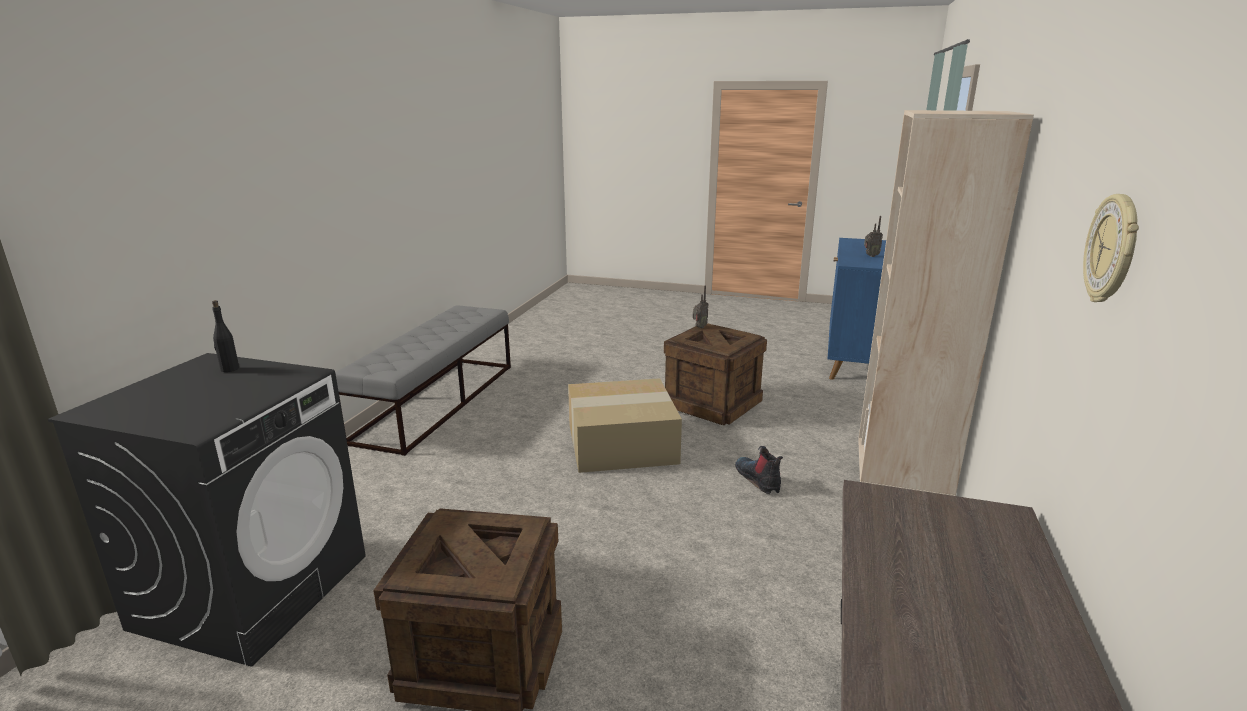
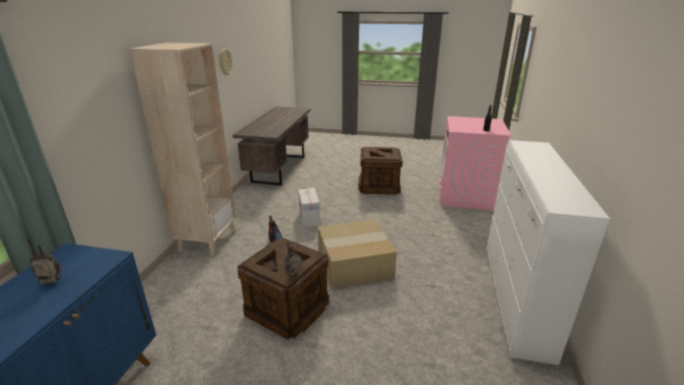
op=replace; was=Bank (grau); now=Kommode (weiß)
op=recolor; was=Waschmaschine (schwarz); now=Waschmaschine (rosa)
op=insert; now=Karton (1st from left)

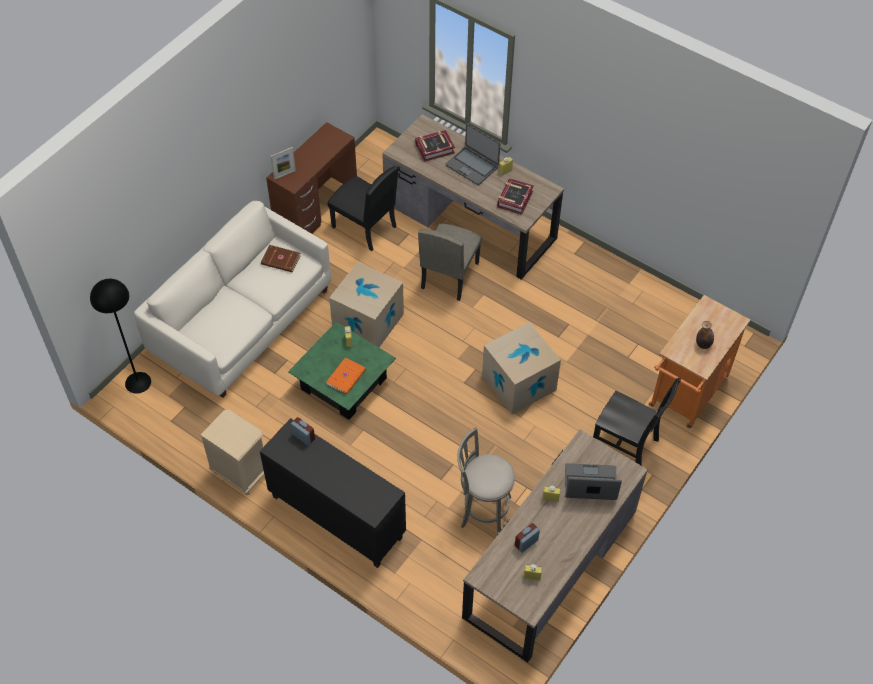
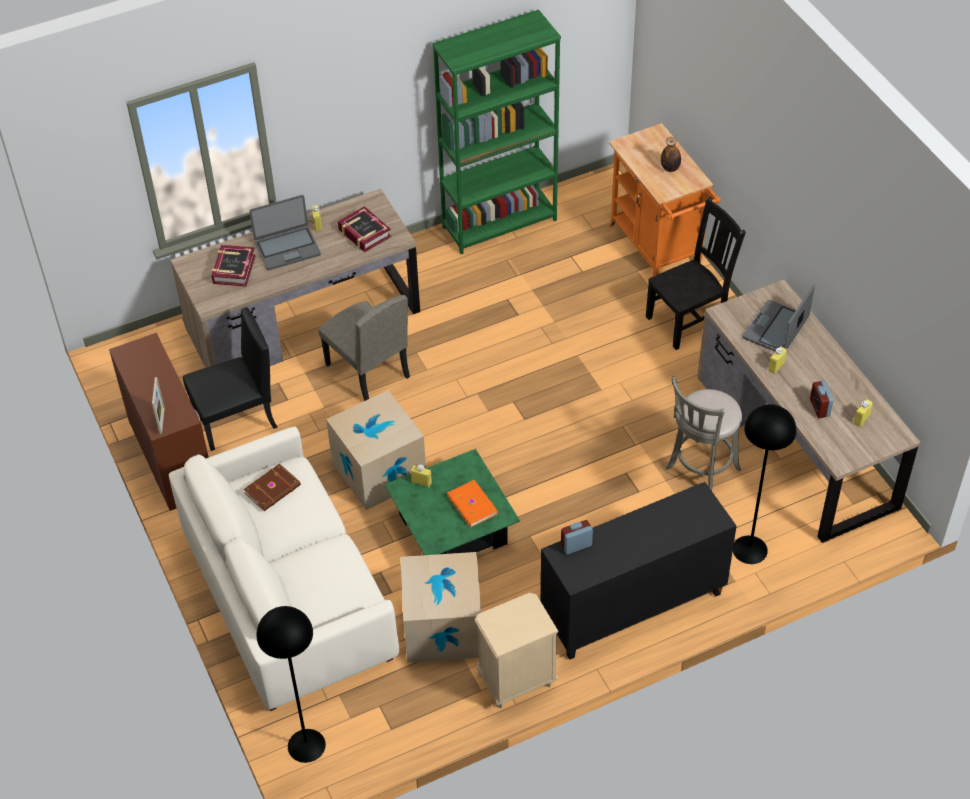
op=move; was=Karton (2nd from left)
op=insert; now=Bücherregal (grün)
op=insert; now=Stehlampe (schwarz) (2nd from left)

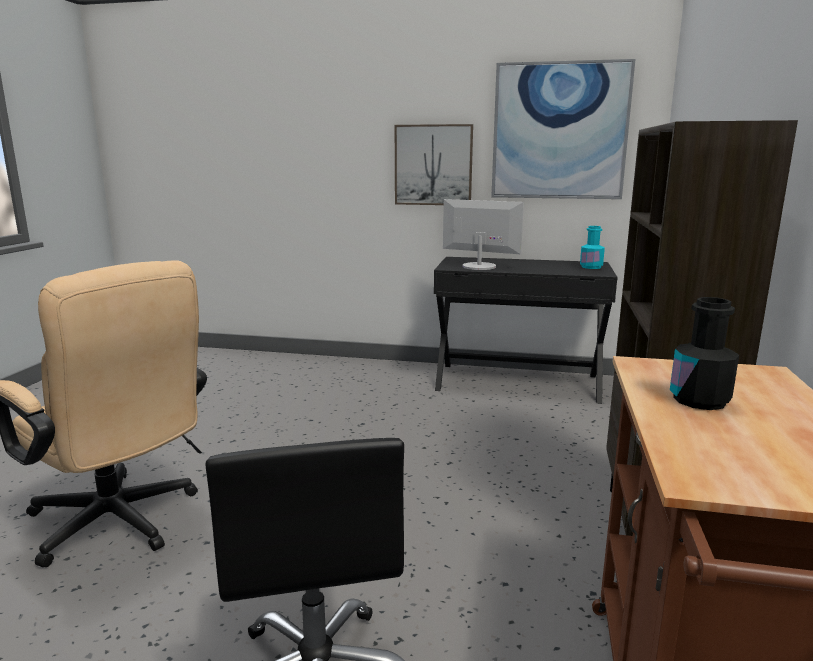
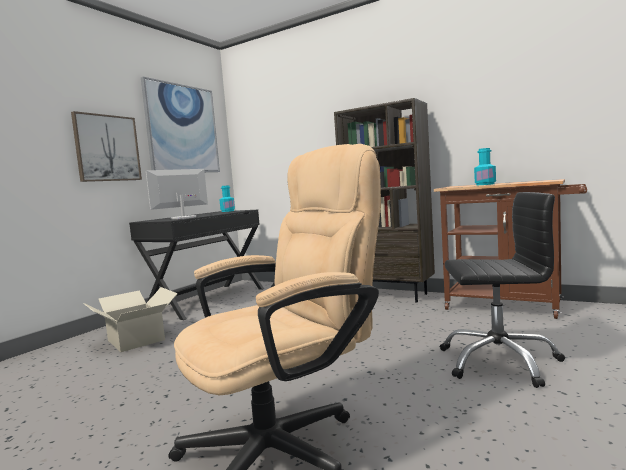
op=recolor; was=Flasche (schwarz); now=Flasche (türkis) (2nd from left)
op=insert; now=Karton

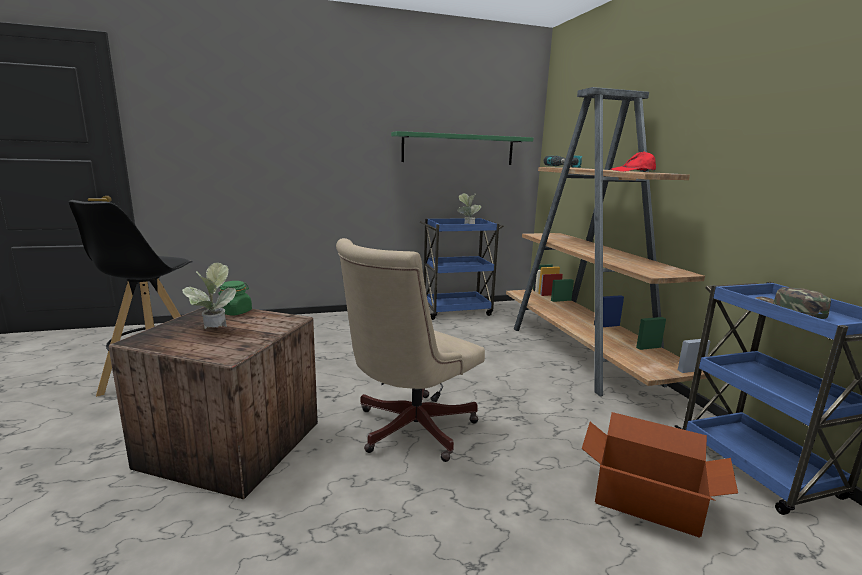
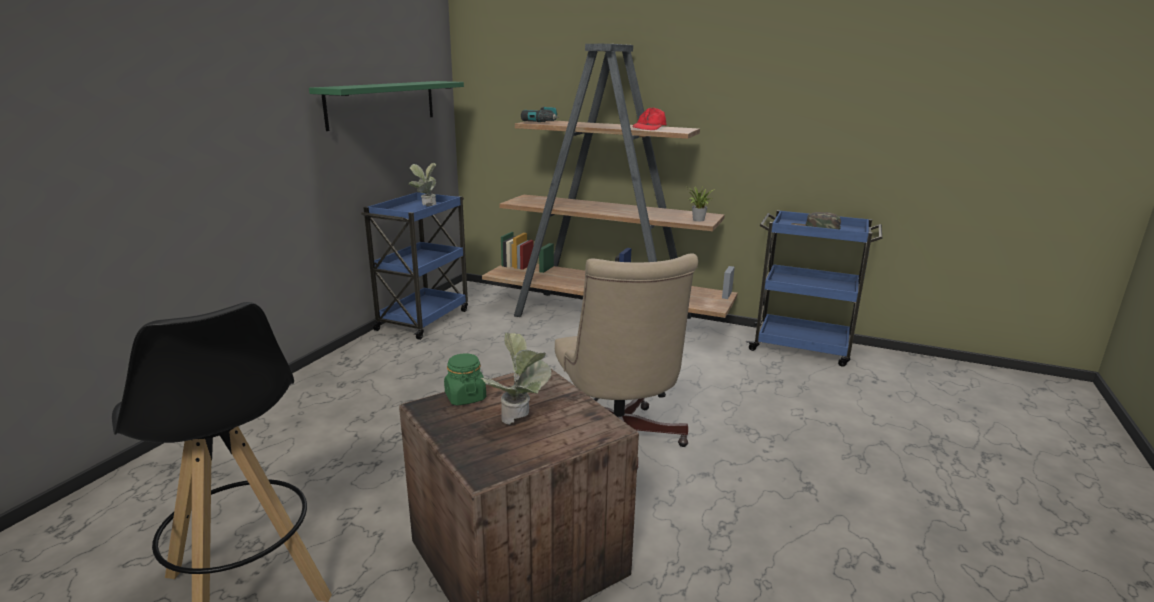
op=delete; was=Karton
op=insert; now=Topfpflanze (3rd from left)

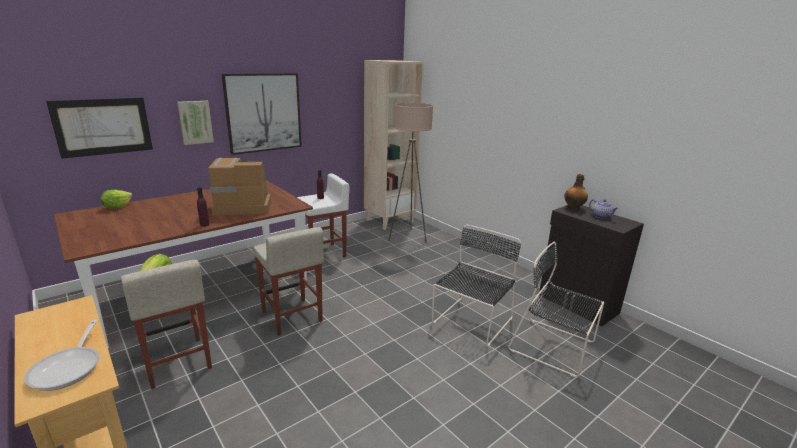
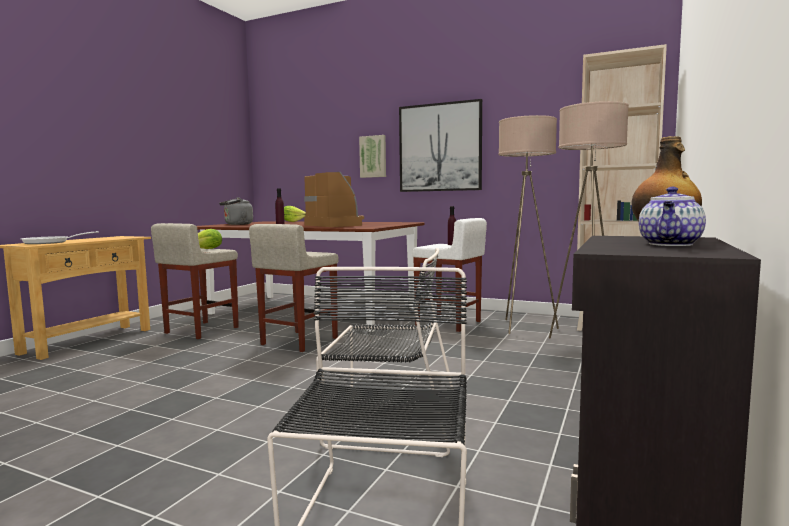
op=delete; was=Bild (1st from left)
op=insert; now=Stehlampe (beige) (1st from left)
op=insert; now=Wasserkessel (grau)

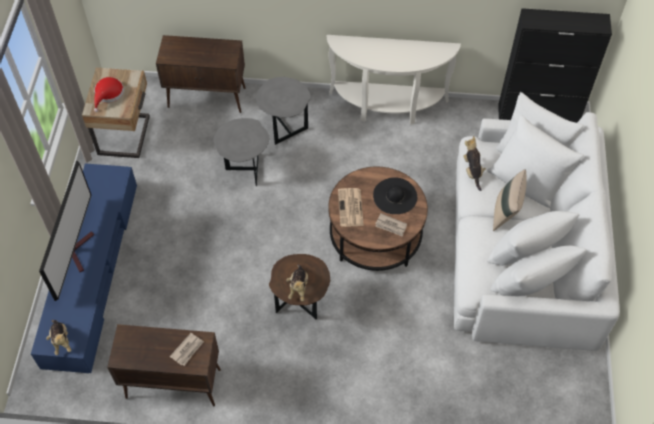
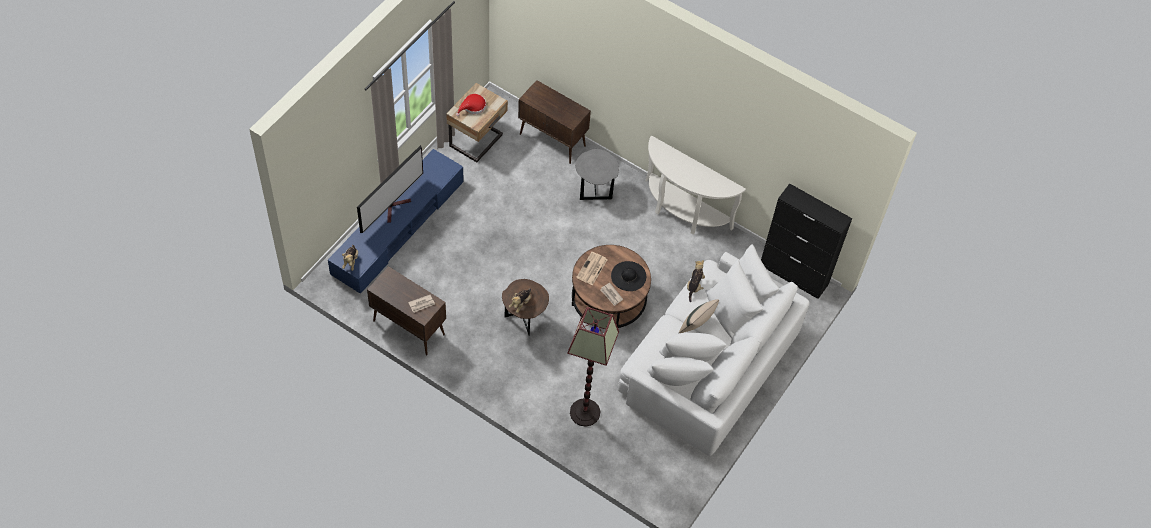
op=delete; was=Beistelltisch (grau) (1st from left)
op=insert; now=Stehlampe

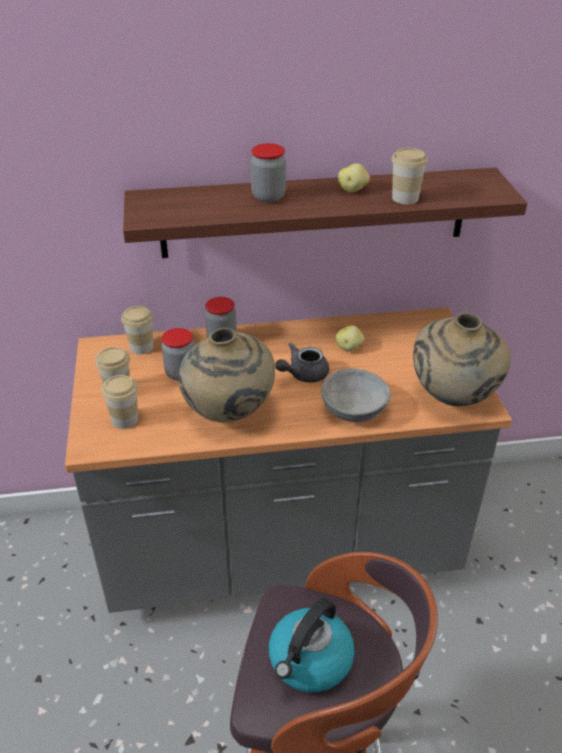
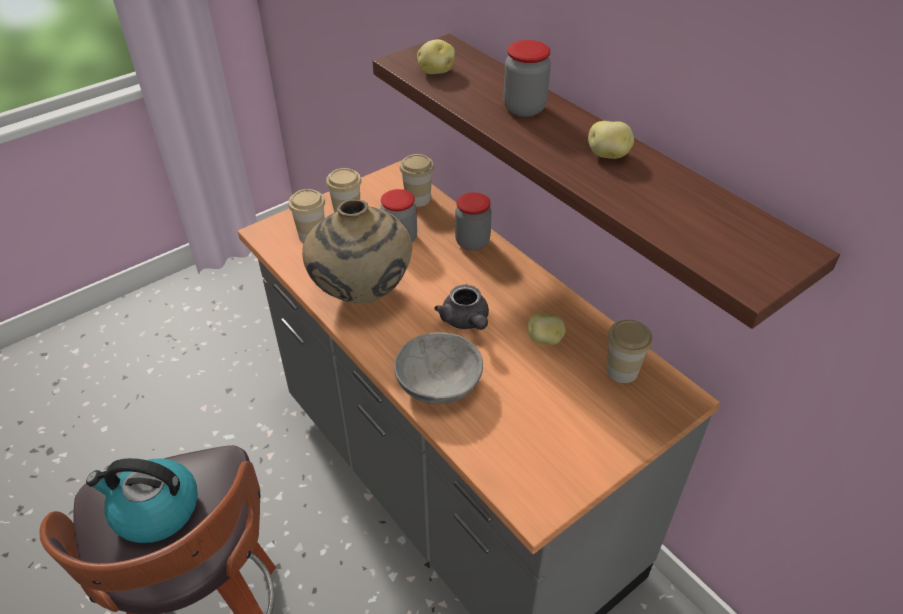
op=move; was=Tasse (4th from left)
op=delete; was=Vase (beige) (2nd from left)
op=rotate; was=Teekanne (grau); clockwise=-135
op=insert; now=Kartoffel (1st from left)

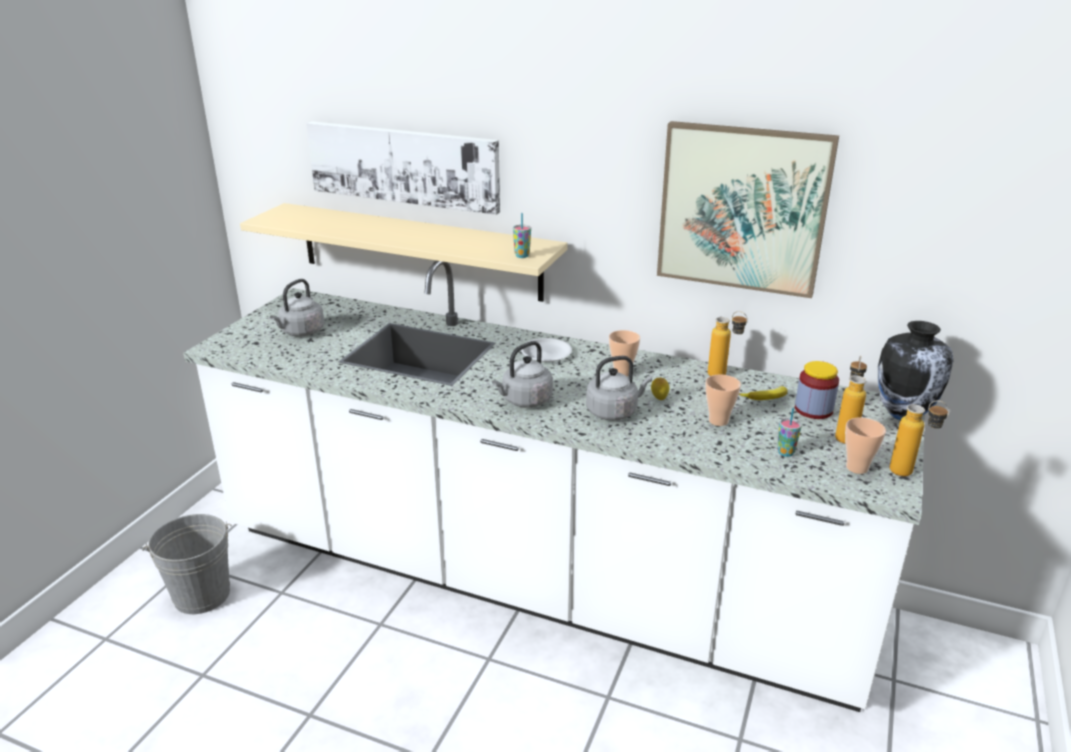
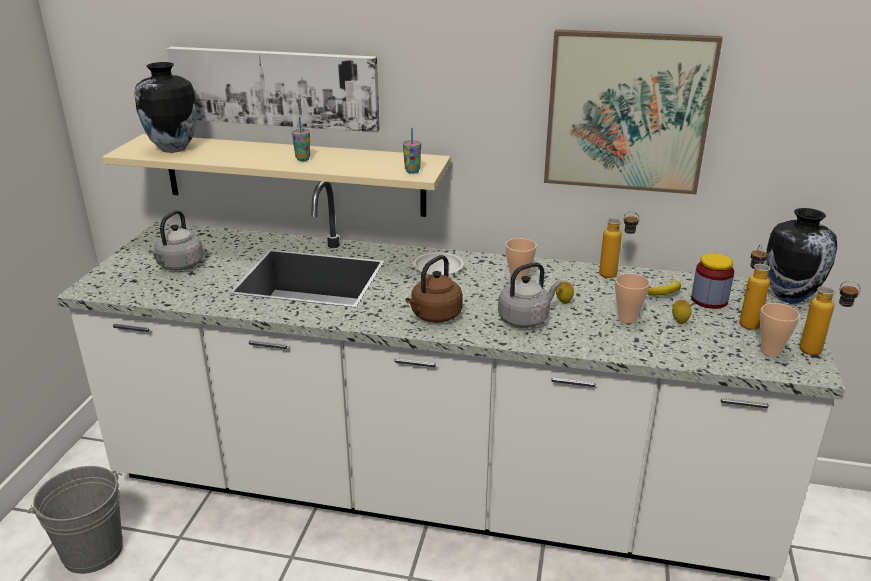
op=recolor; was=Wasserkessel (grau) (2nd from left); now=Wasserkessel (braun)
op=move; was=Tasse (4th from left in the first image); now=Tasse (1st from left)
op=insert; now=Vase (1st from left)
op=insert; now=Zitrone (2nd from left)

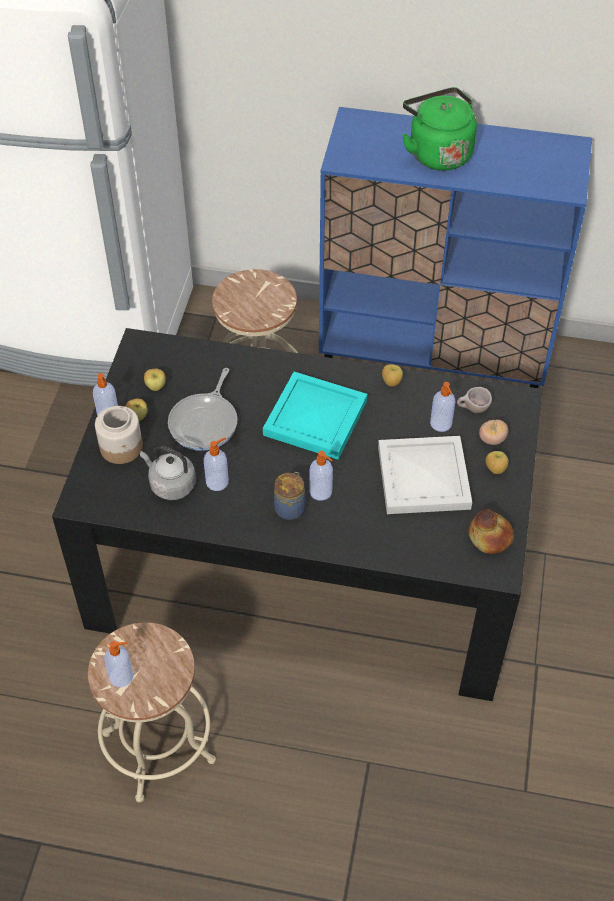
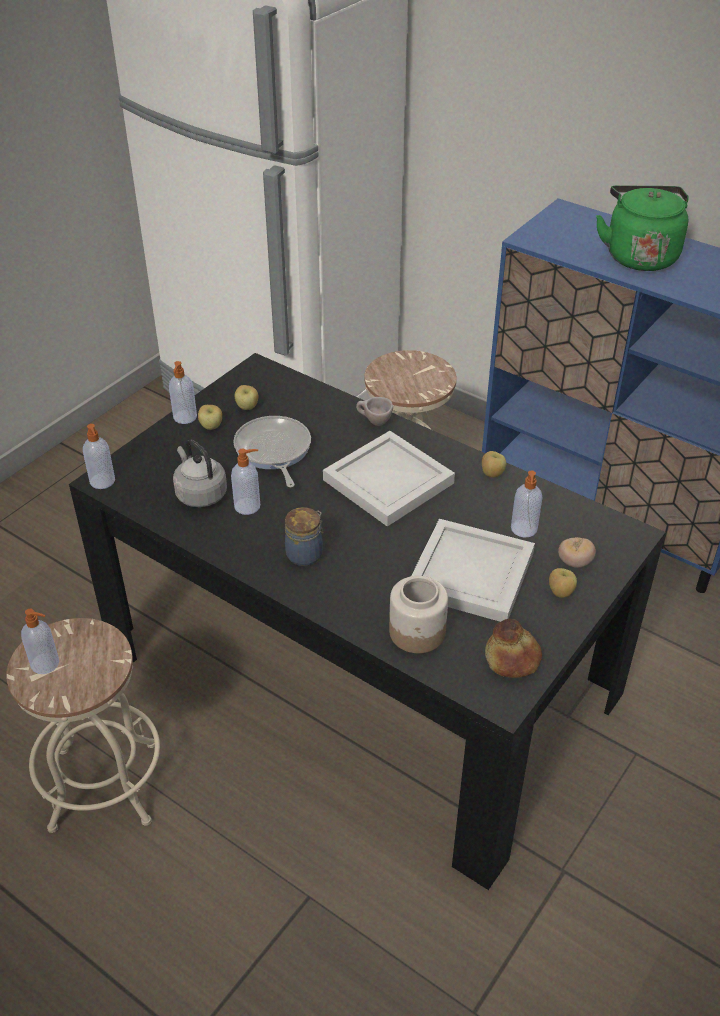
op=rotate; was=Pfanne; clockwise=120
op=recolor; was=Tablett (türkis); now=Tablett (weiß) (1st from left)
op=move; was=Tasse (beige)
op=move; was=Vorratsglas (1st from left in the first image); now=Vorratsglas (2nd from left)
op=move; was=Seifenspender (4th from left in the first image); now=Seifenspender (2nd from left)

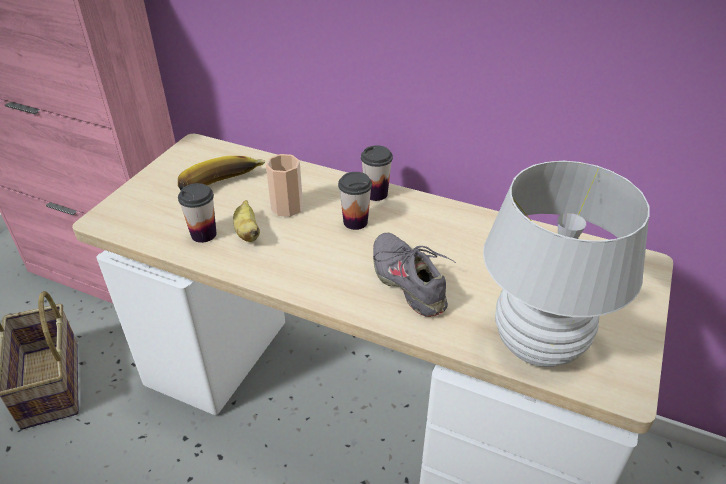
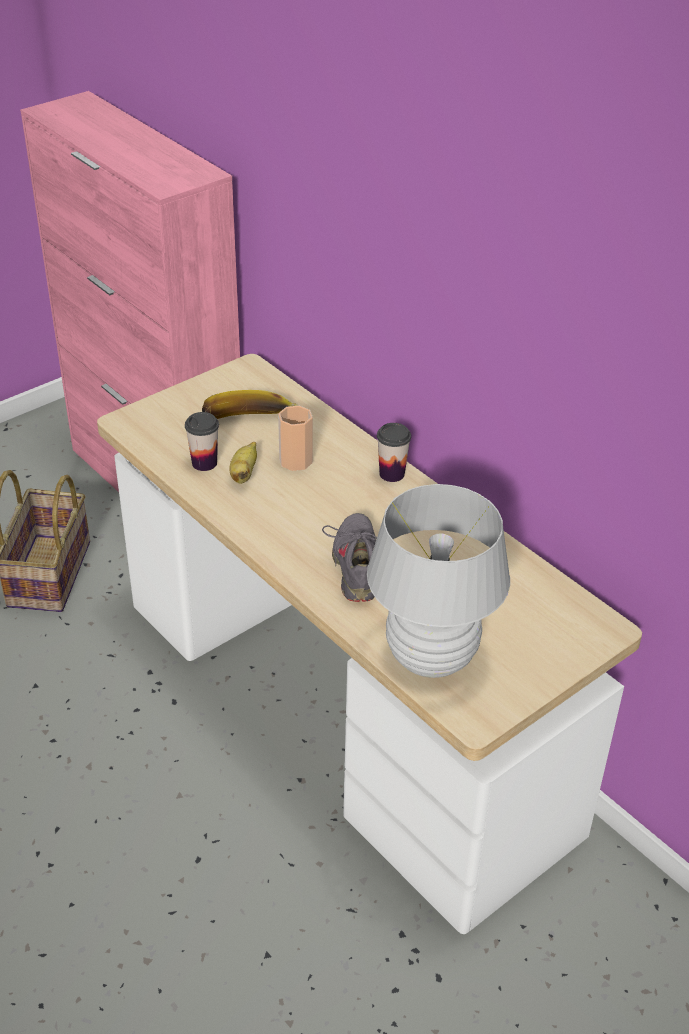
op=delete; was=Tasse (3rd from left)

